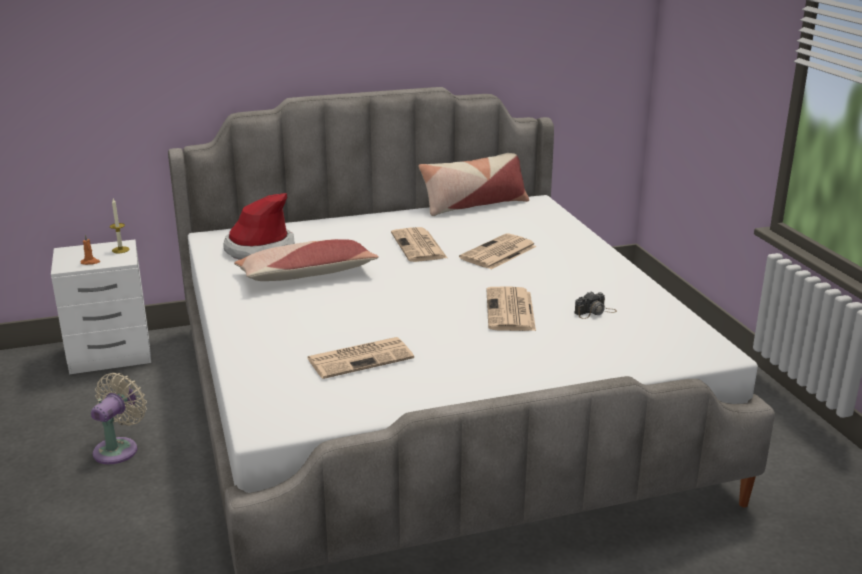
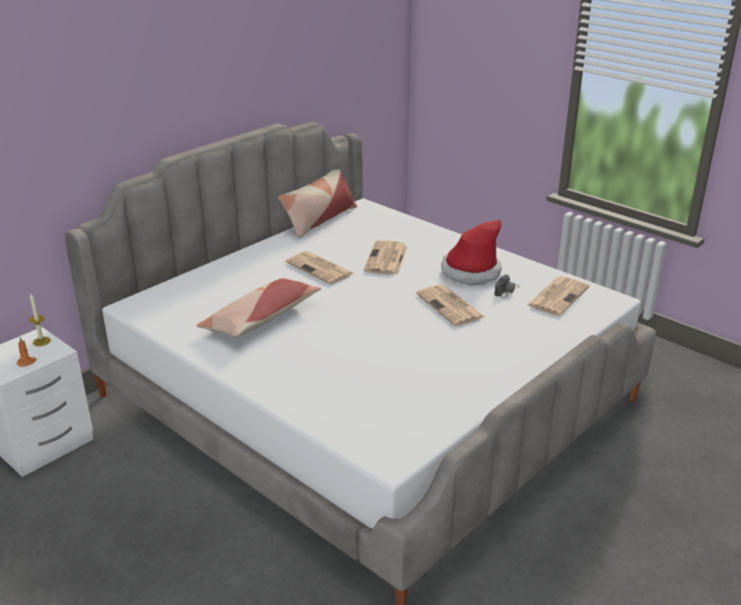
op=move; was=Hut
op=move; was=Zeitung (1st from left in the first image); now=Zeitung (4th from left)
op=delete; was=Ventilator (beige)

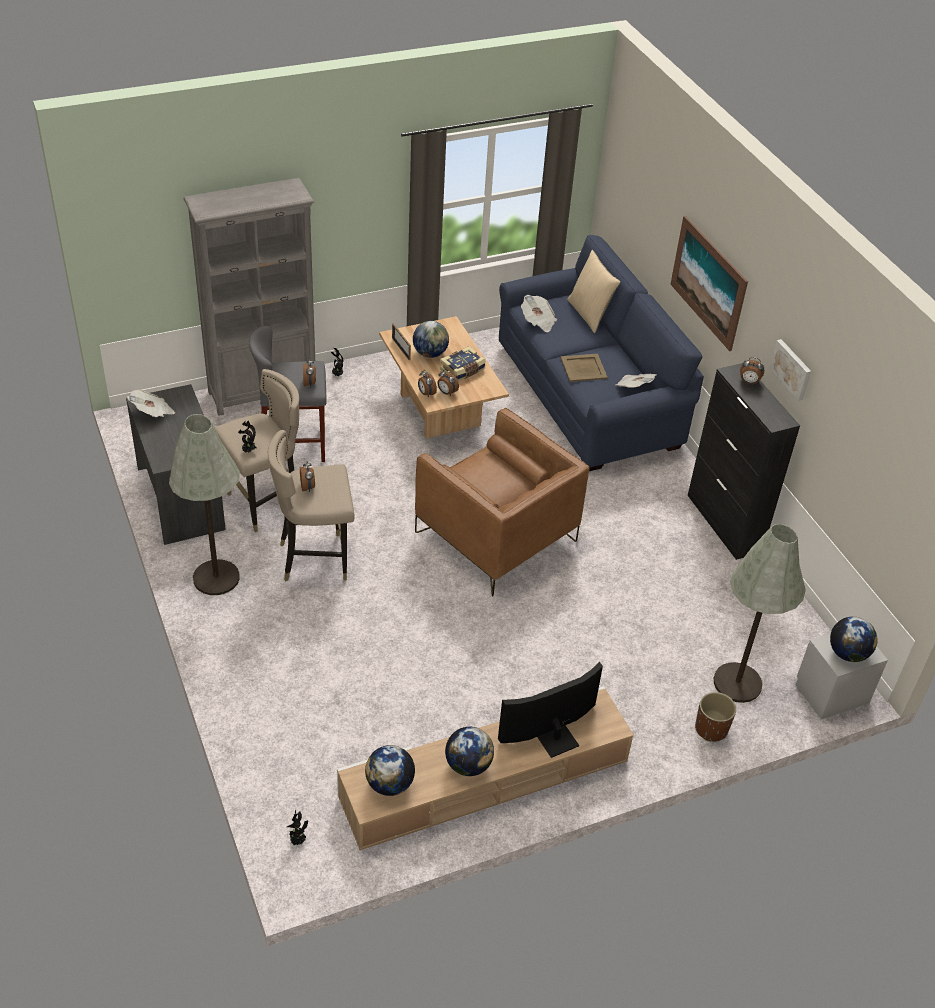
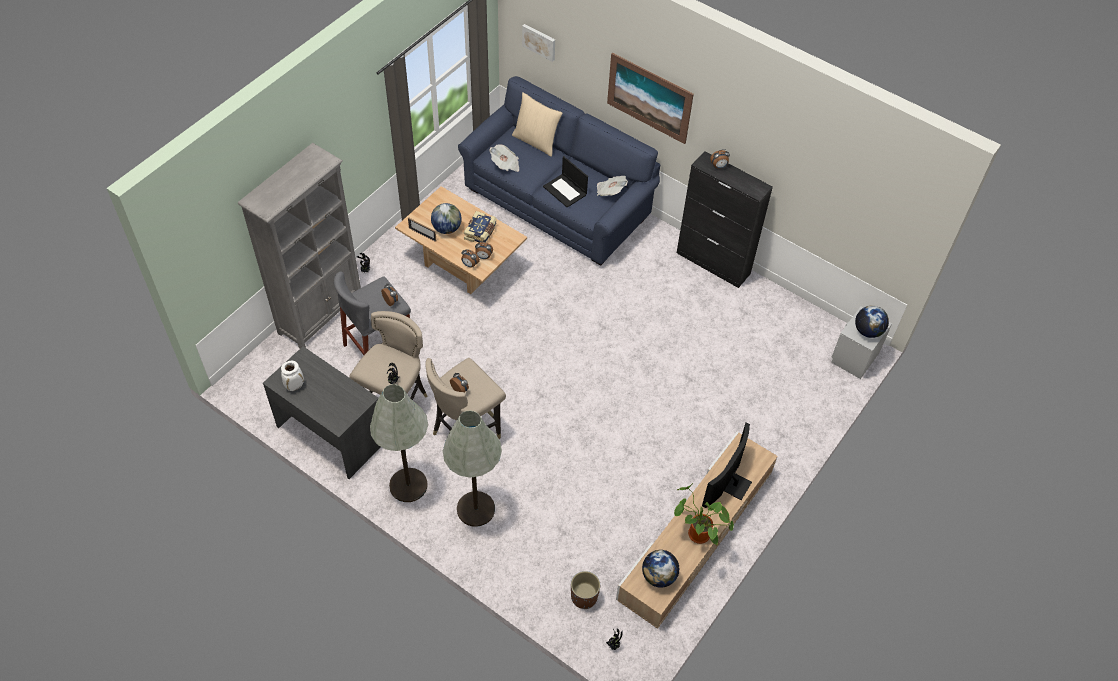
op=move; was=Bild (2nd from left in the first image); now=Bild (1st from left)
op=replace; was=Tablett (beige); now=Laptop
op=replace; was=Zeitung (1st from left); now=Vase (weiß)
op=delete; was=Sessel (braun)
op=move; was=Stehlampe (grau) (2nd from left)
op=move; was=Pflanzkübel (braun)
op=replace; was=Globus (3rd from left); now=Topfpflanze (4th from left)

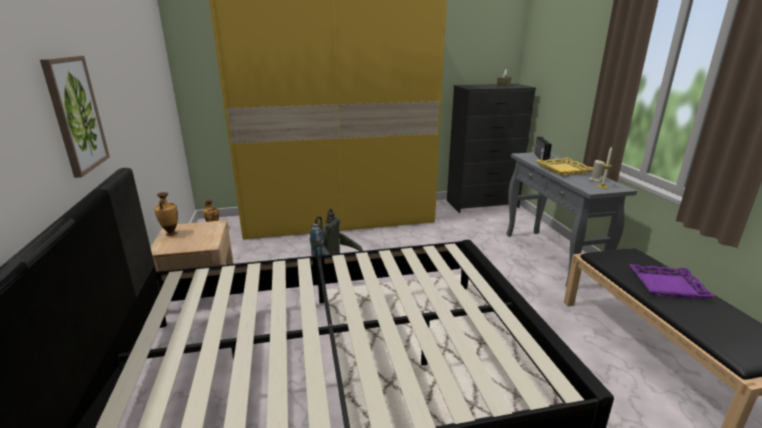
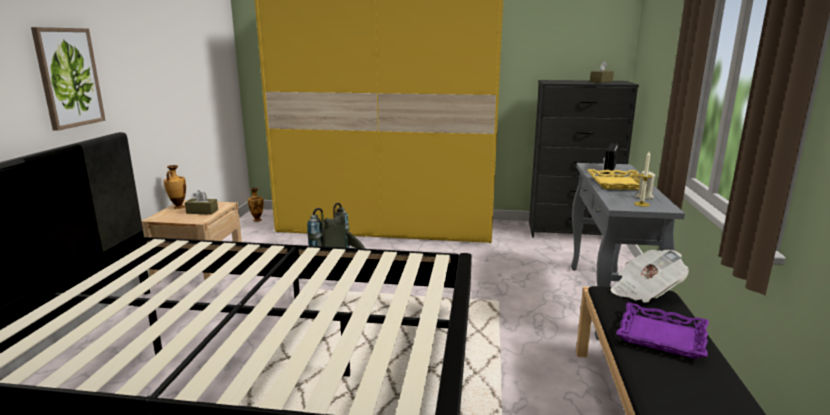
op=insert; now=Taschentuchbox (braun) (1st from left)
op=insert; now=Zeitung

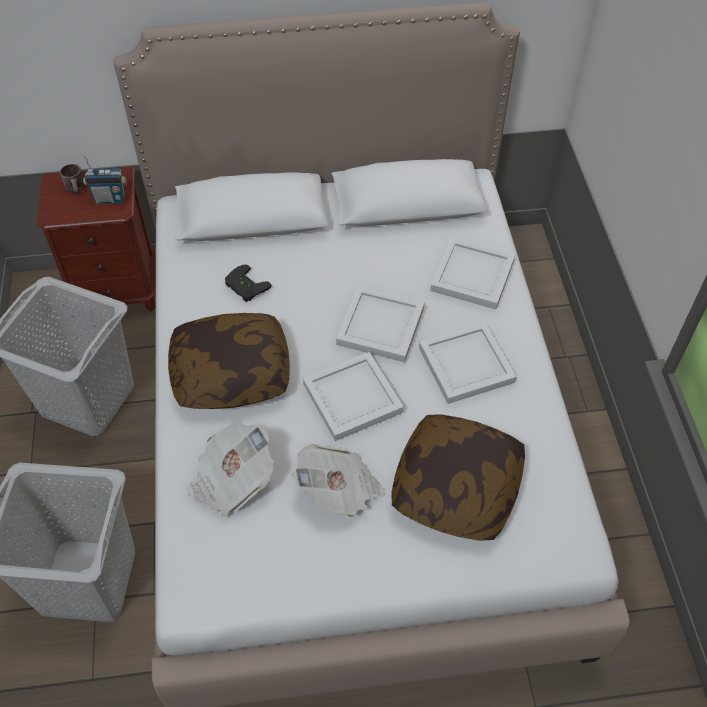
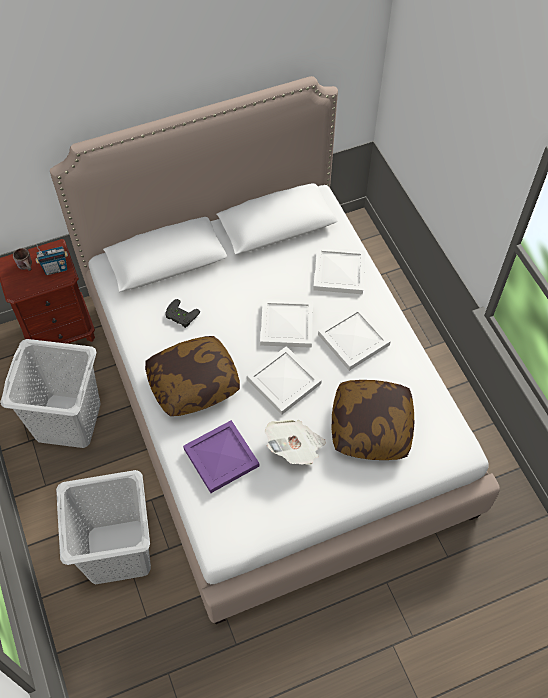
op=replace; was=Zeitung (1st from left); now=Tablett (lila)

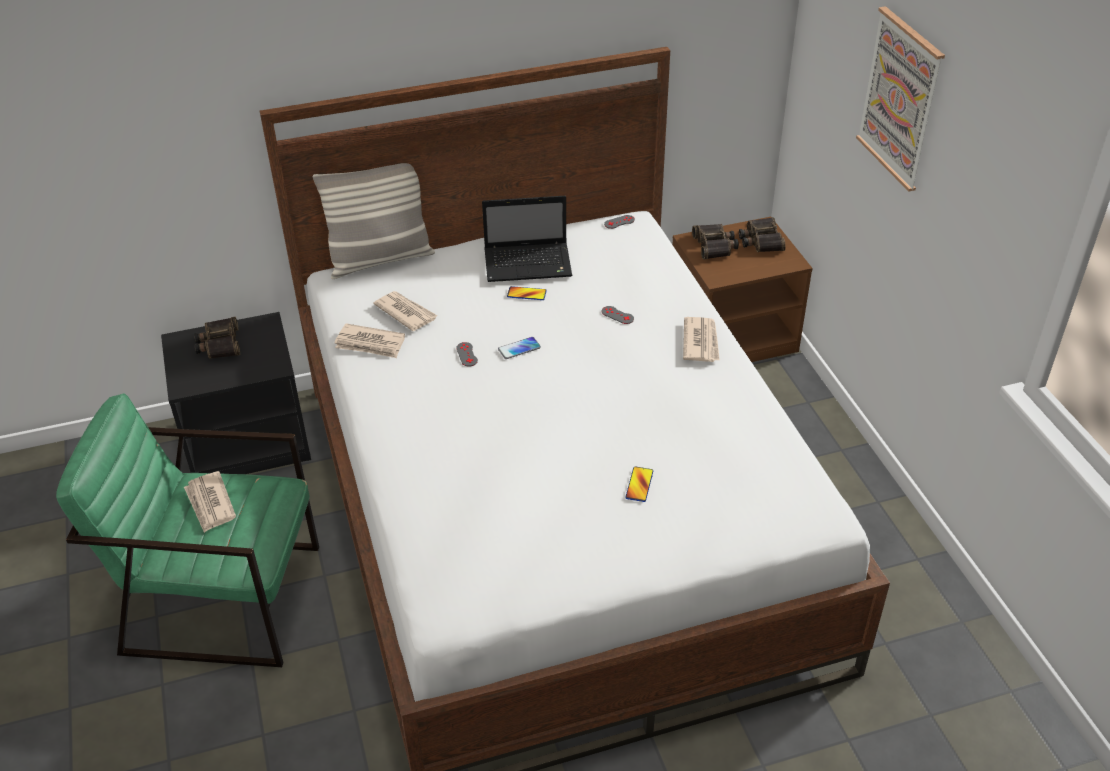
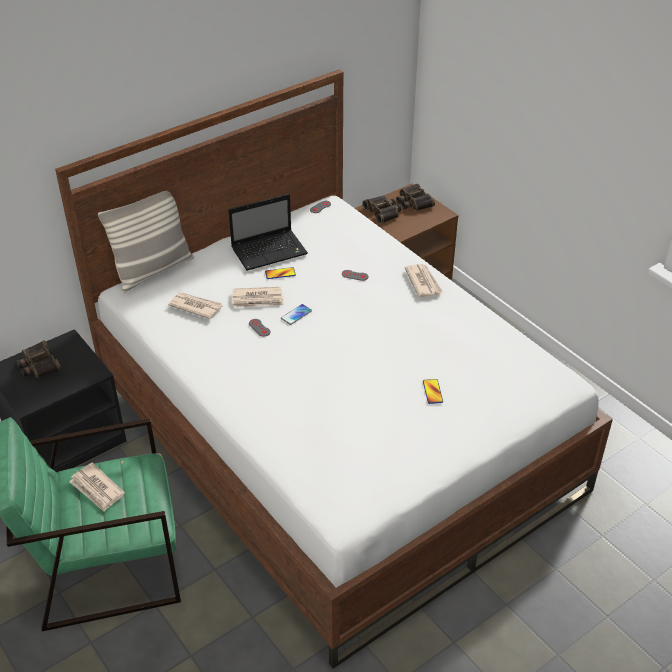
op=delete; was=Bild
op=move; was=Zeitung (2nd from left in the first image); now=Zeitung (3rd from left)

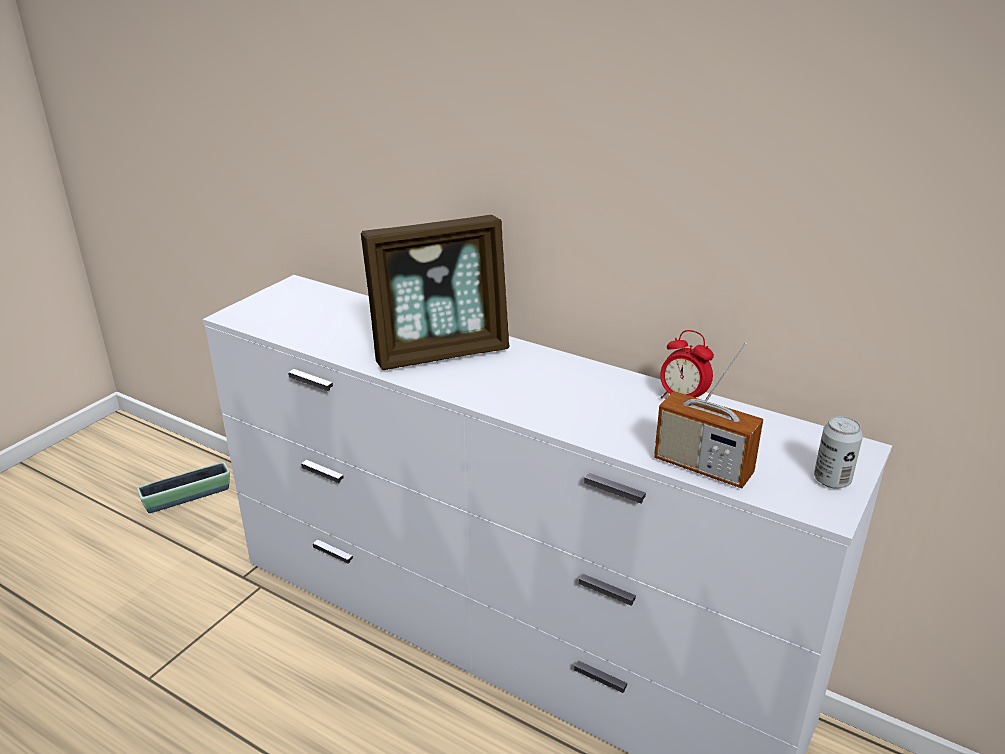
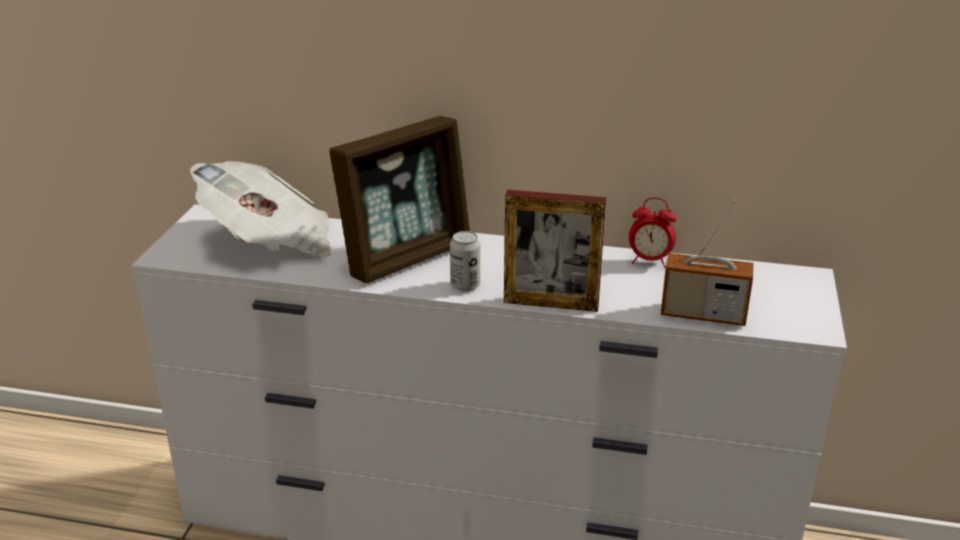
op=move; was=Dose
op=delete; was=Pflanzkübel
op=insert; now=Zeitung
op=insert; now=Bilderrahmen (2nd from left)

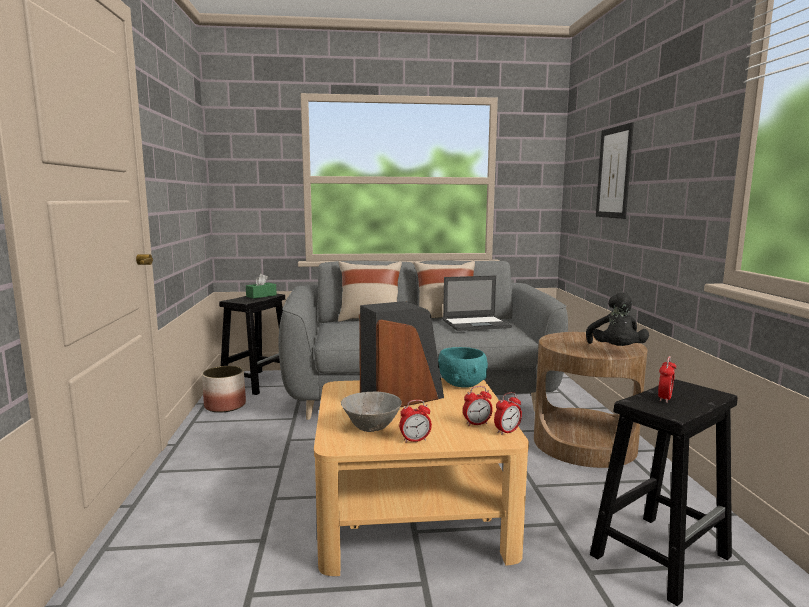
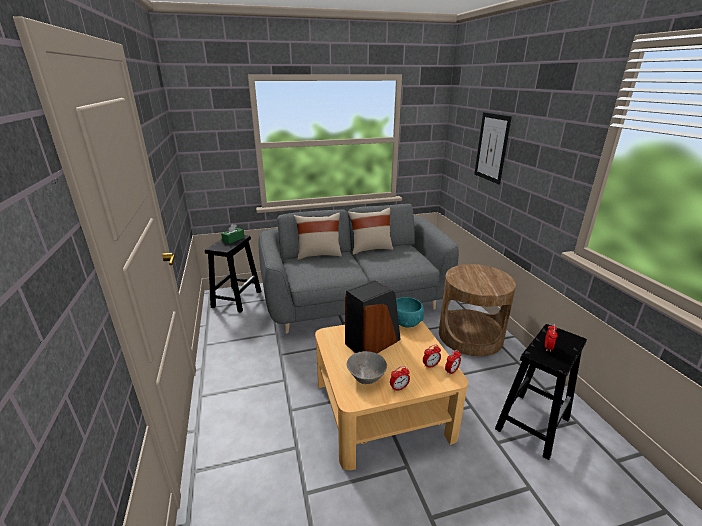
op=delete; was=Laptop
op=delete; was=Plüschtier (schwarz)
op=delete; was=Pflanzkübel

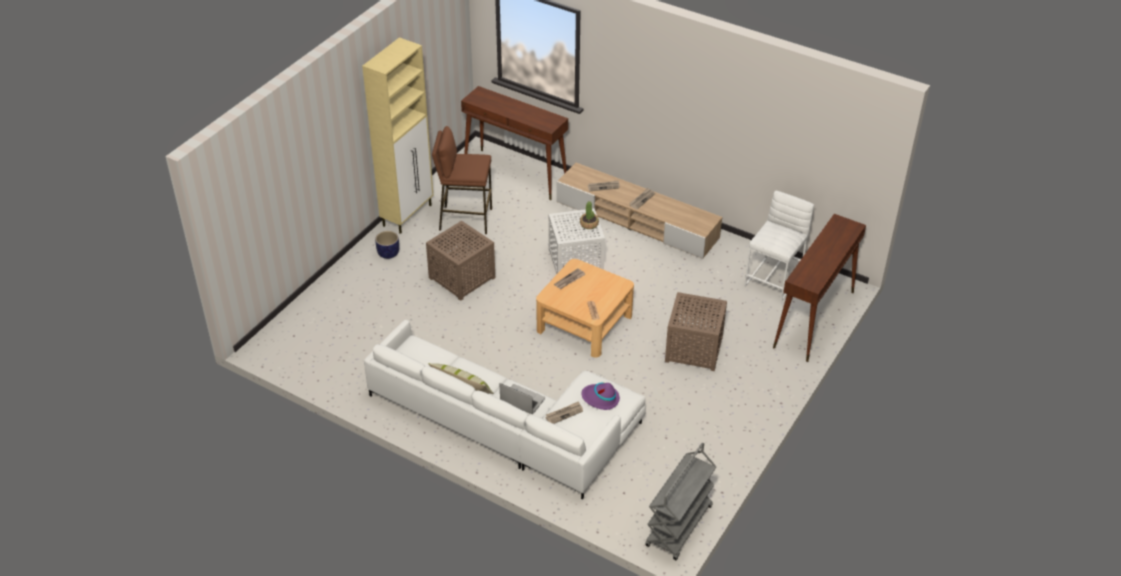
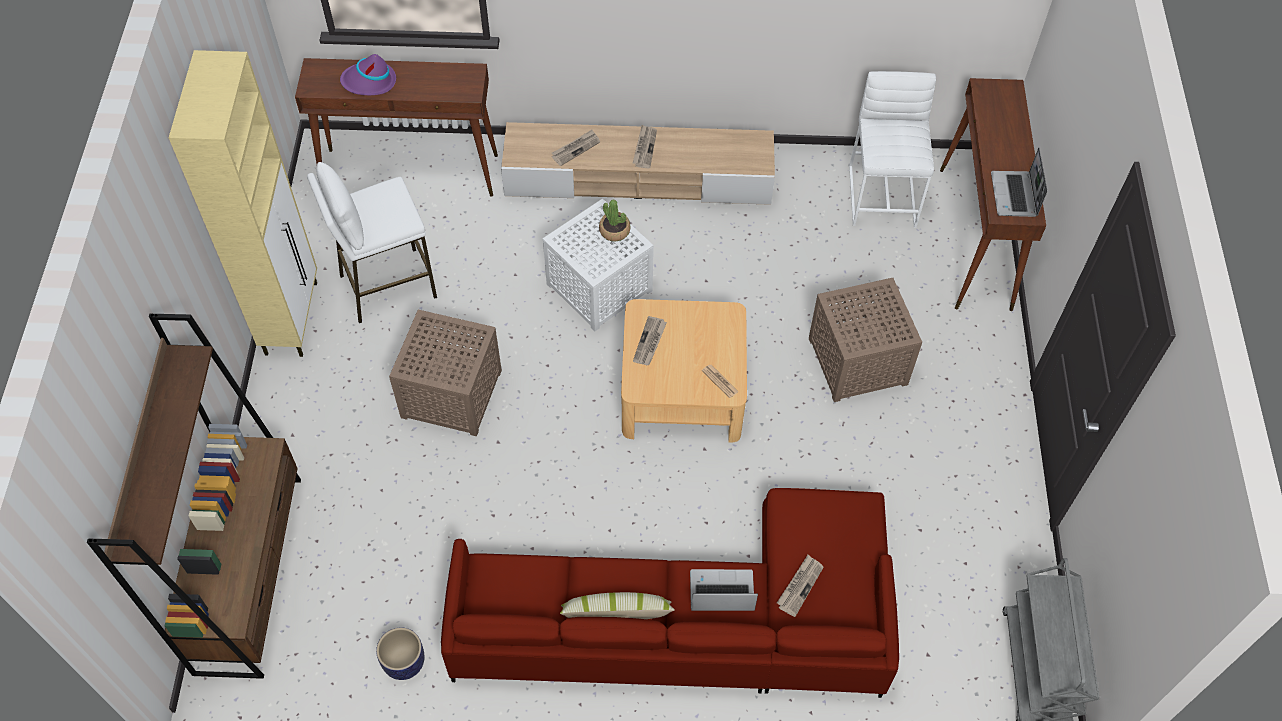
op=recolor; was=Hocker (braun); now=Hocker (weiß) (1st from left)
op=move; was=Pflanzkübel
op=recolor; was=Sofa (weiß); now=Sofa (rot)
op=move; was=Hut (lila)
op=insert; now=Laptop (2nd from left)
op=insert; now=Bücherregal (braun)

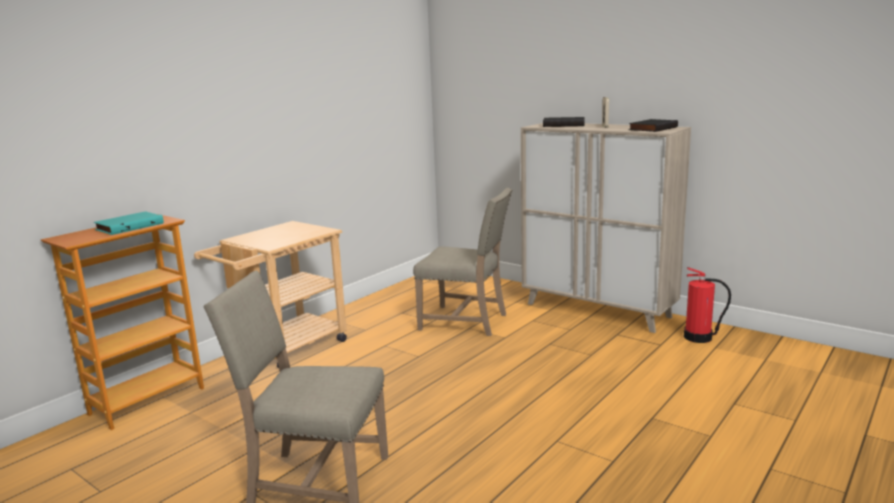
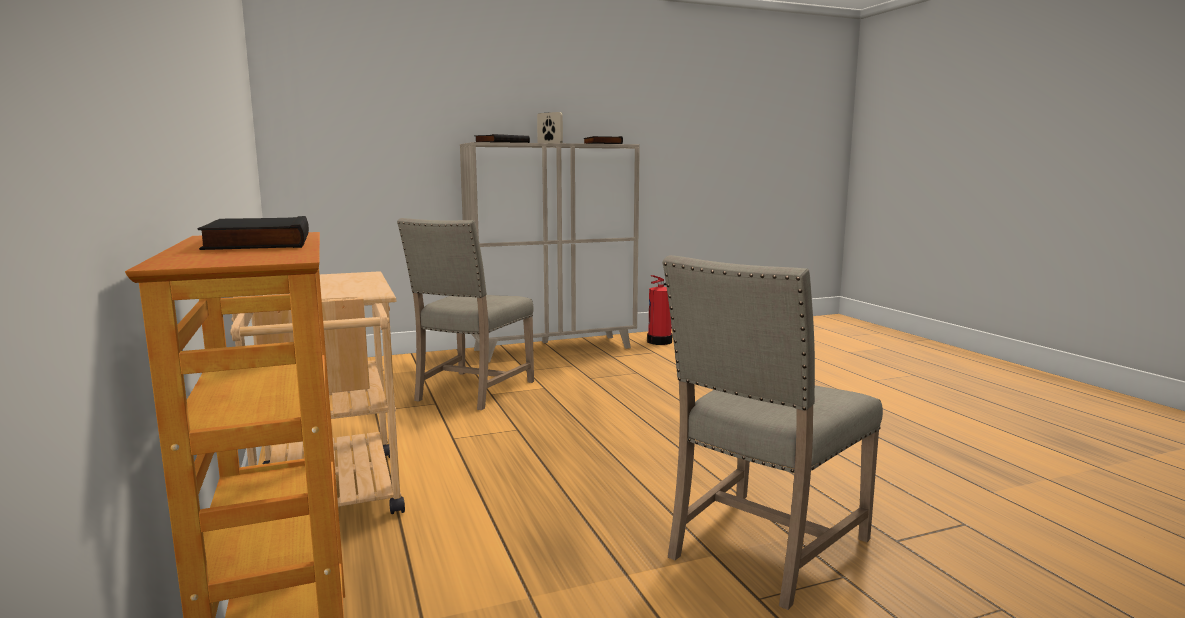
op=rotate; was=Stuhl (beige) (2nd from left in the first image); clockwise=150
op=recolor; was=Buch (türkis); now=Buch (schwarz) (1st from left)

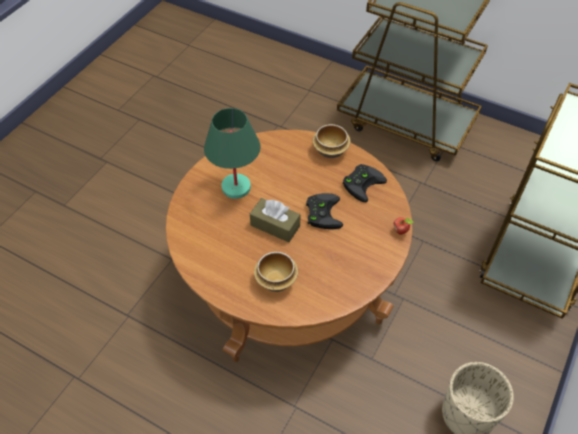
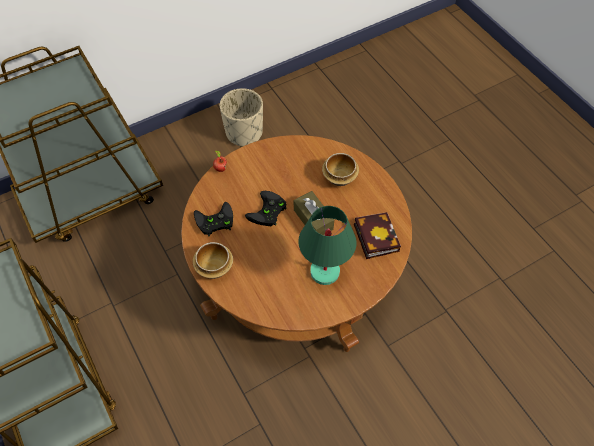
op=insert; now=Buch

